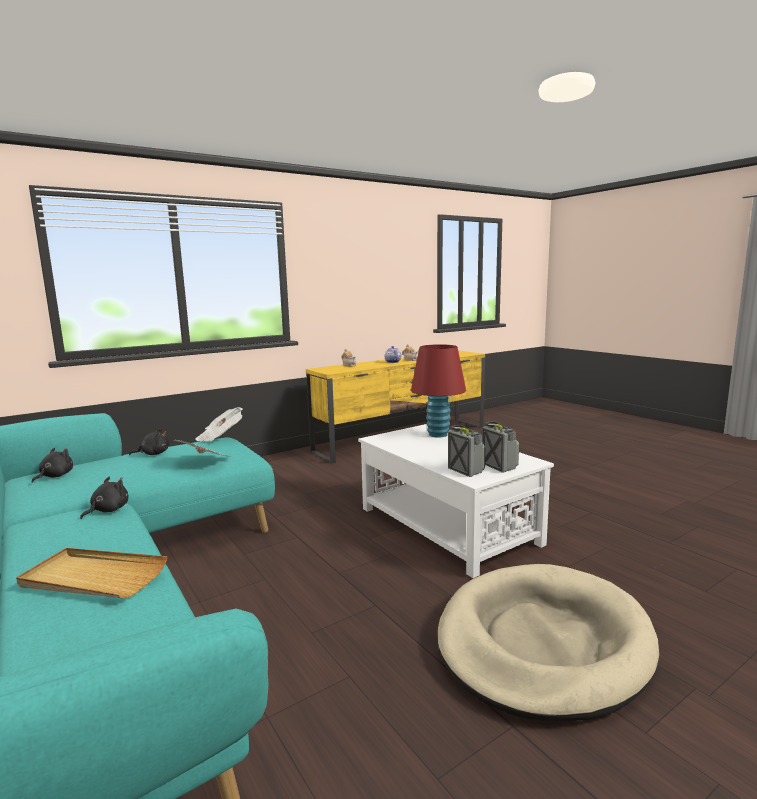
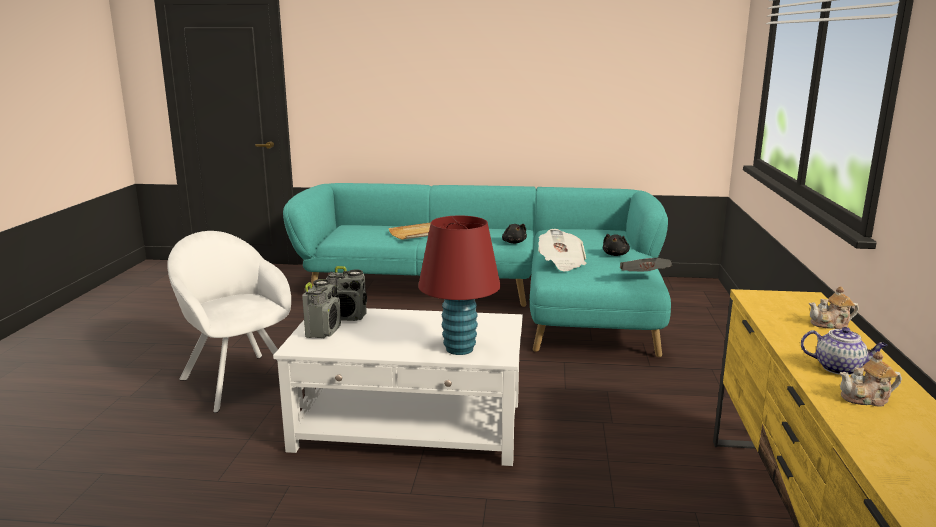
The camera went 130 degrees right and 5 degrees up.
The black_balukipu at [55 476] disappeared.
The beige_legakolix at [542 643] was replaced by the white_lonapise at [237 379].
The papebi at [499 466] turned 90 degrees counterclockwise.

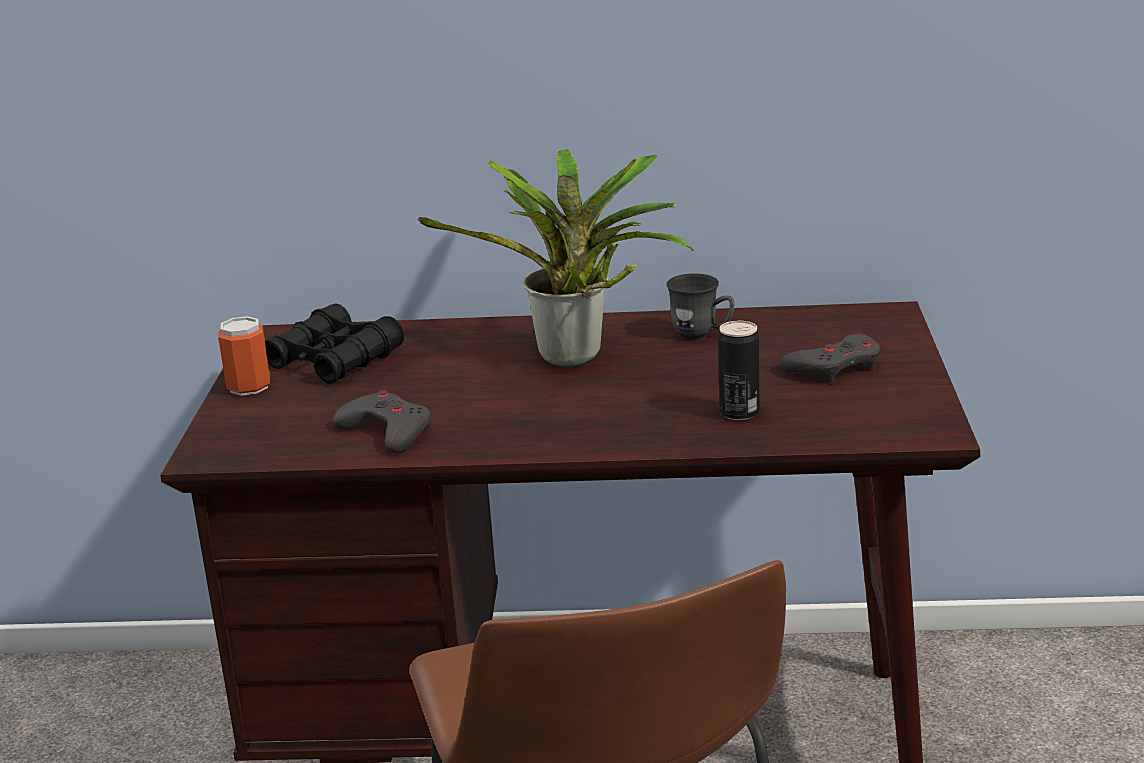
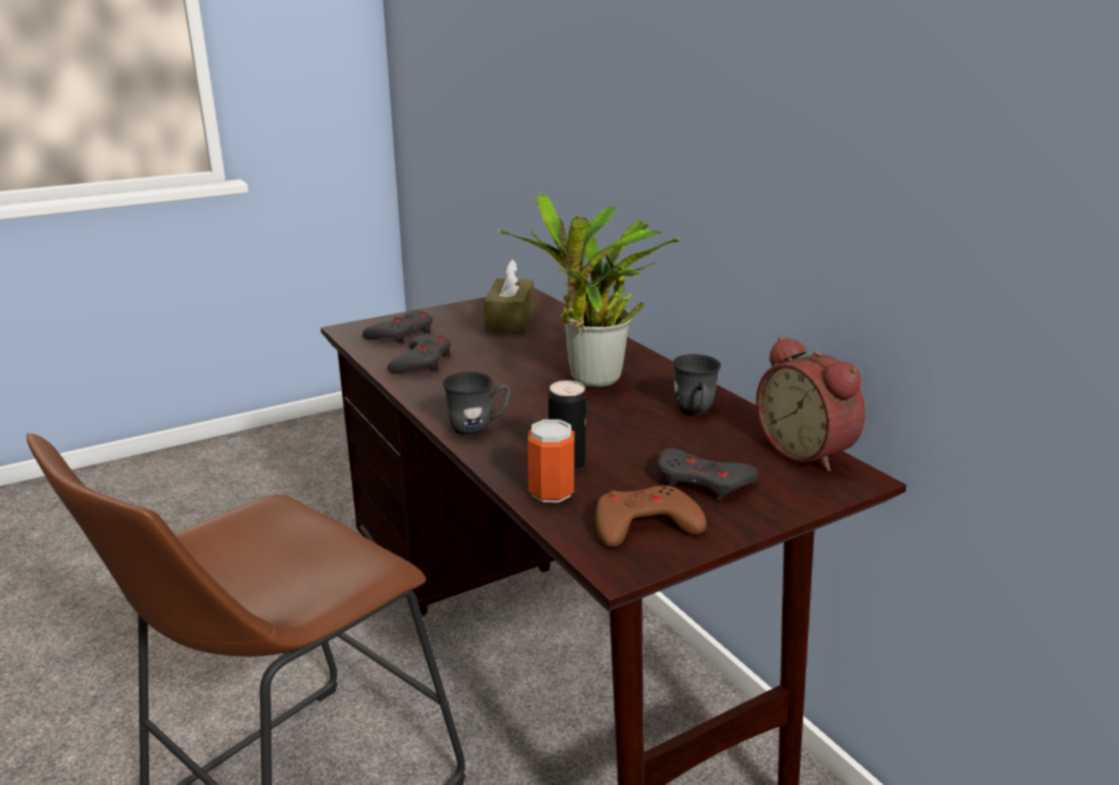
The camera went 55 degrees right and 0 degrees up.
The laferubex moved from [249 387] to [551 492].
The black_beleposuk at [334 360] was replaced by the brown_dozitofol at [510 320].
The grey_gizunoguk at [402 334] appeared.
The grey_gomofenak at [478 427] appeared.
The brown_gizunoguk at [644 525] appeared.
The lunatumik at [808 451] appeared.

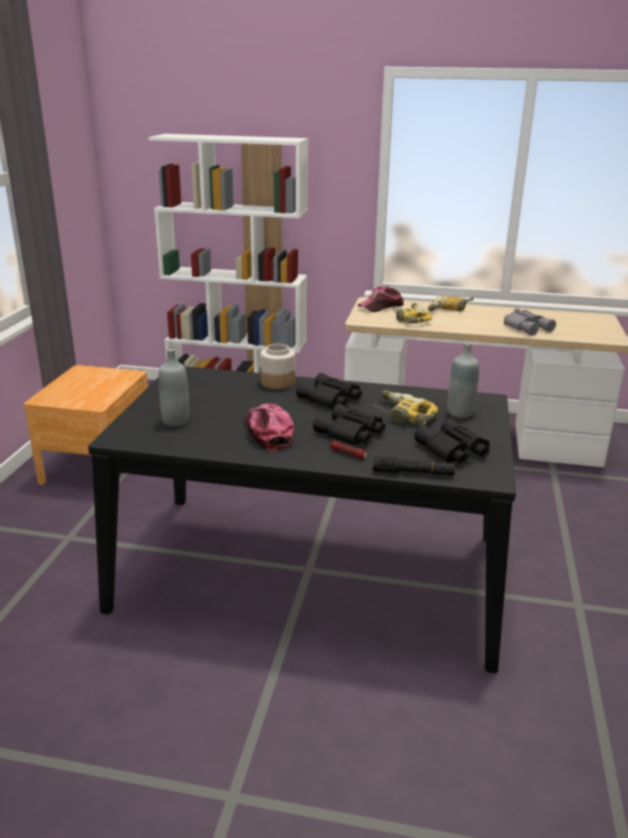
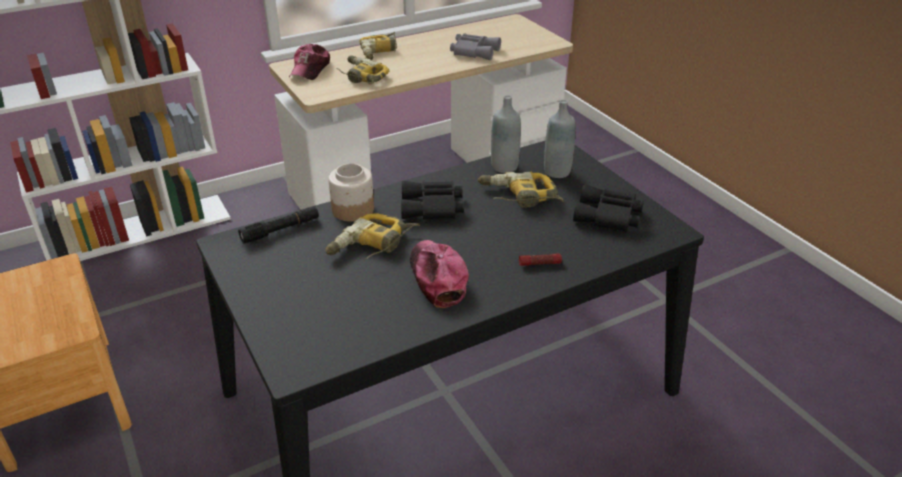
The camera went 40 degrees left and 10 degrees up.
The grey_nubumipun moved from [176 421] to [504 167].
The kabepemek at [267 433] turned 45 degrees clockwise.
The black_beleposuk at [350 434] disappeared.
The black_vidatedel moved from [413 473] to [280 230].
The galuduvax at [372 246] appeared.

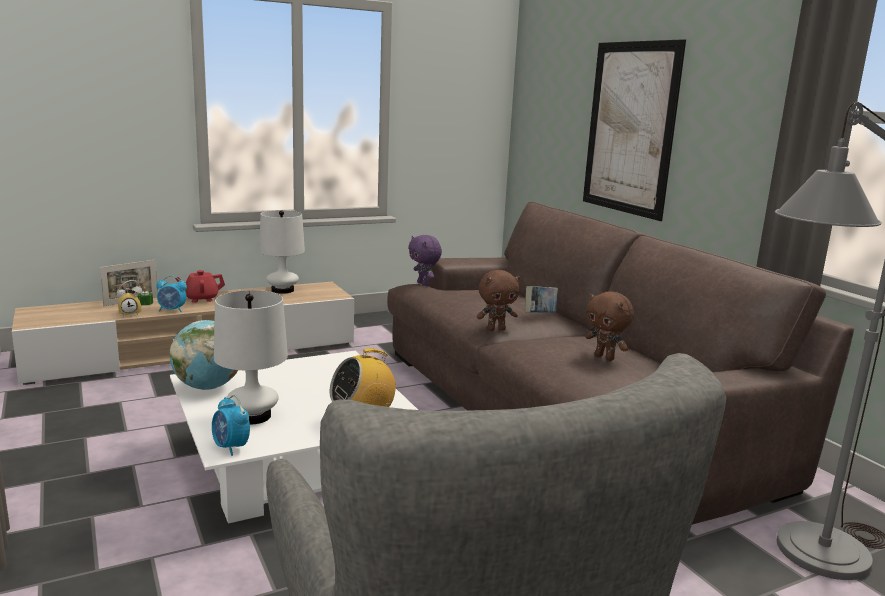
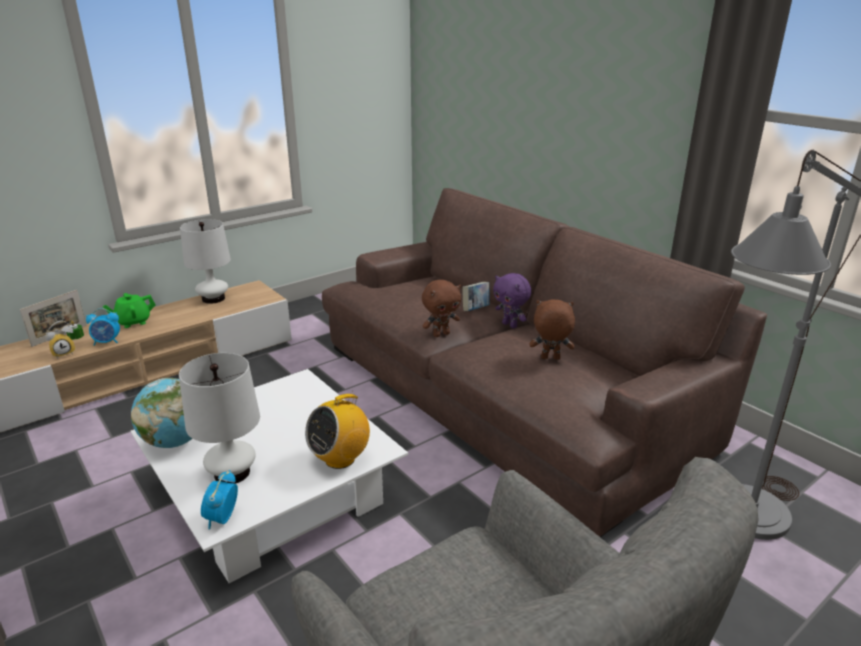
The camera went 10 degrees left and 10 degrees up.
The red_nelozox at [201 299] became the green_nelozox at [133 322].
The lunatumik at [231 447] turned 60 degrees clockwise.
The purple_balukipu moved from [423 284] to [510 325].
The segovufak at [630 128] disappeared.
The brown_balukipu at [605 357] turned 150 degrees clockwise.

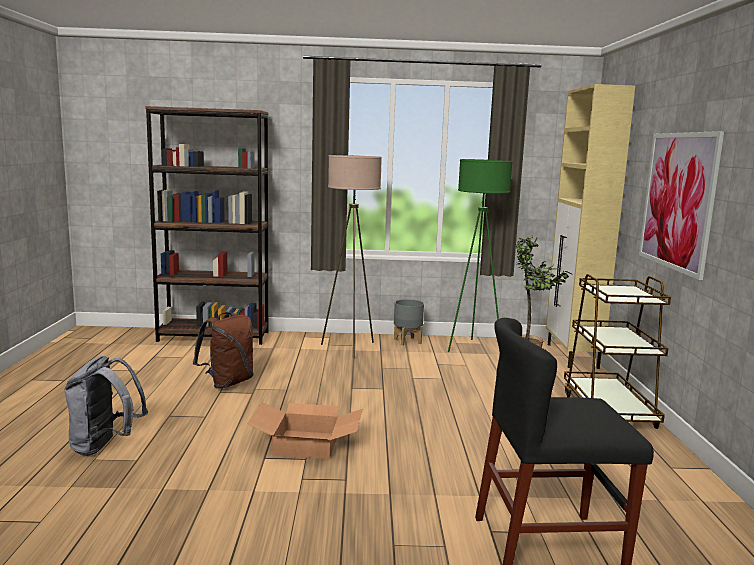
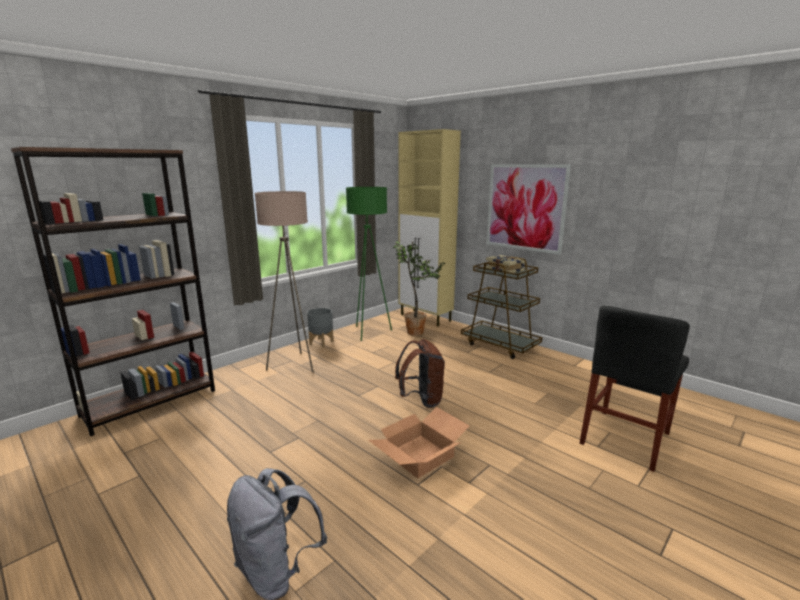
The camera went 45 degrees left and 5 degrees up.
The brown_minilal moved from [227 383] to [421 400].
The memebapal at [505 270] appeared.

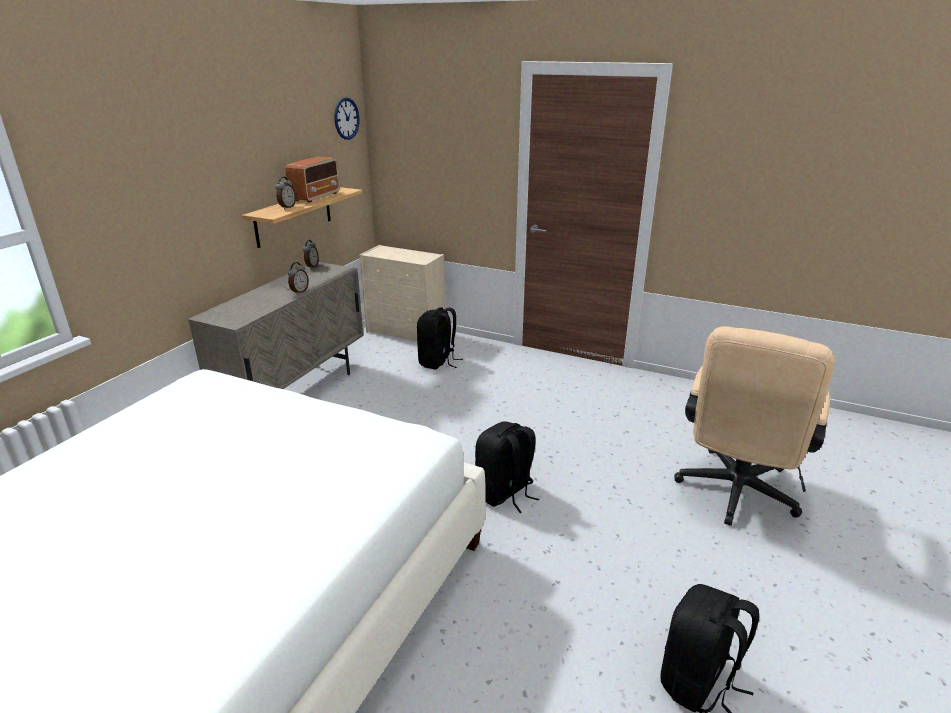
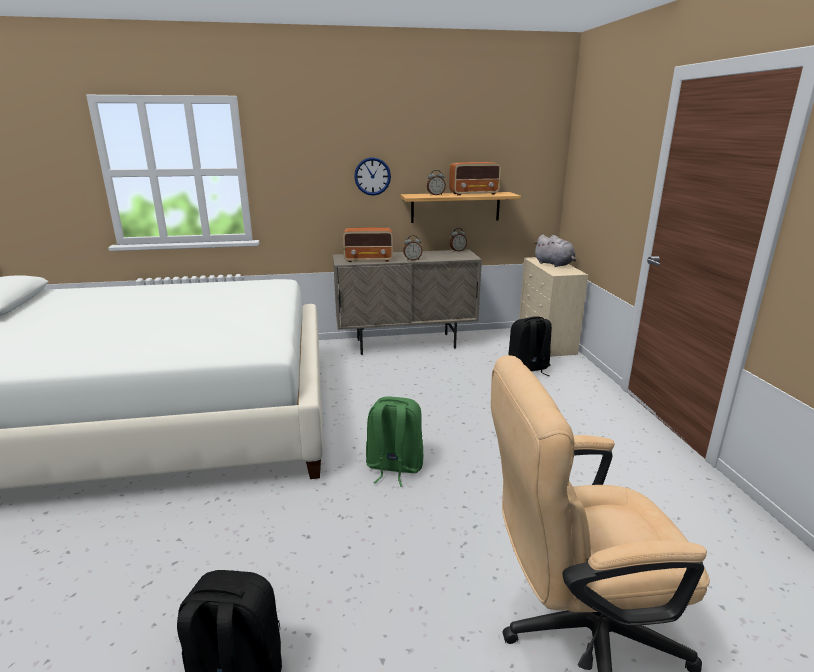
The camera went 55 degrees right and 5 degrees down.
The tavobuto moved from [346 118] to [372 176].
The black_minilal at [505 493] became the green_minilal at [394 467].
The papebi at [369 260] appeared.
The grey_balukipu at [554 264] appeared.

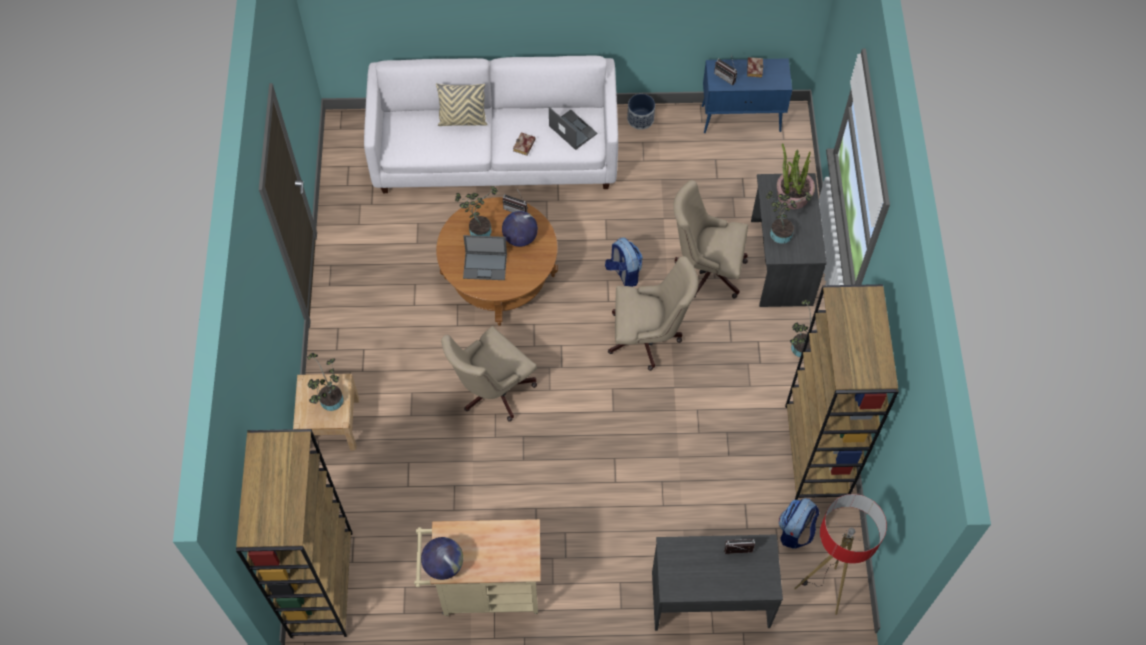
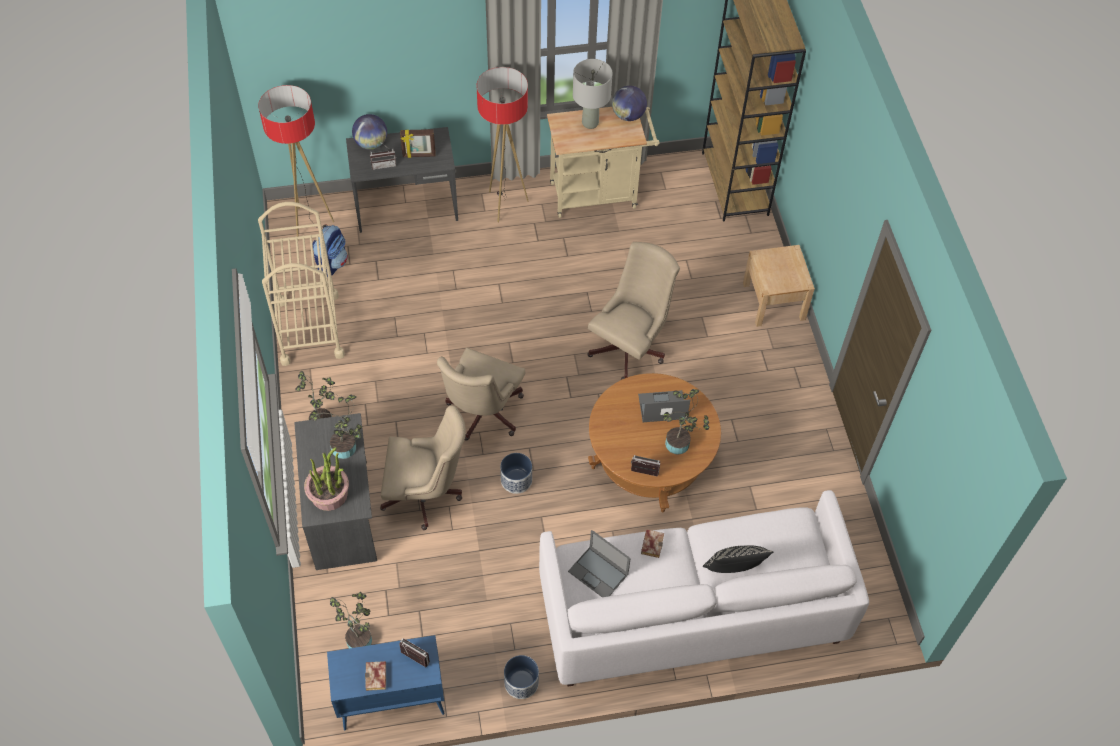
The camera went 170 degrees right and 5 degrees down.
The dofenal moved from [330 403] to [360 638].
The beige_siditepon at [462 120] became the black_siditepon at [733 569].
The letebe moved from [520 238] to [371 144].
The minilal at [623 273] was replaced by the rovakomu at [516 480].
The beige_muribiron at [648 338] turned 60 degrees counterclockwise.
The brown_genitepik at [817 452] was replaced by the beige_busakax at [310 328].
The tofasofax at [419 155] appeared.
The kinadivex at [505 204] appeared.
The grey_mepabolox at [590 123] appeared.

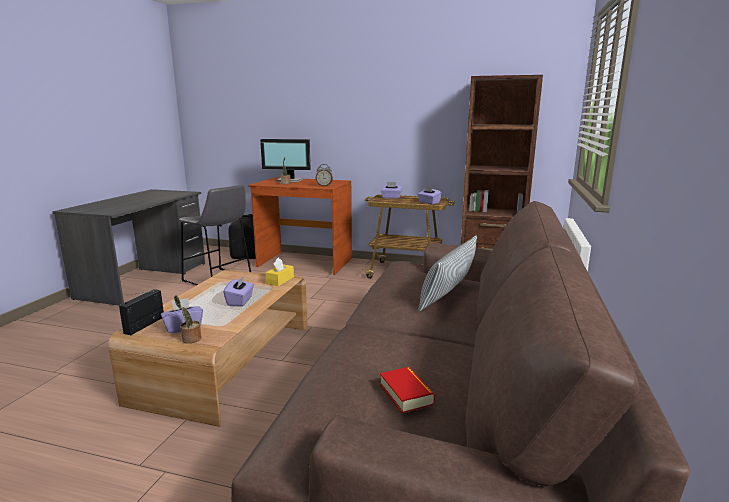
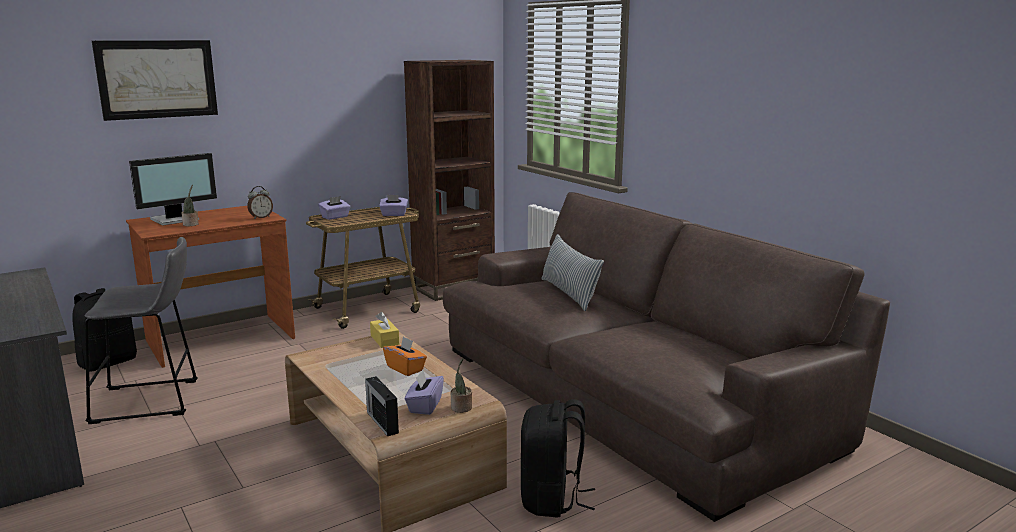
The camera went 50 degrees left and 0 degrees up.
The purple_dozitofol at [240 301] became the orange_dozitofol at [405 369].
The memebapal at [406 394] disappeared.
The segovufak at [157 79] appeared.
The black_minilal at [552 499] appeared.

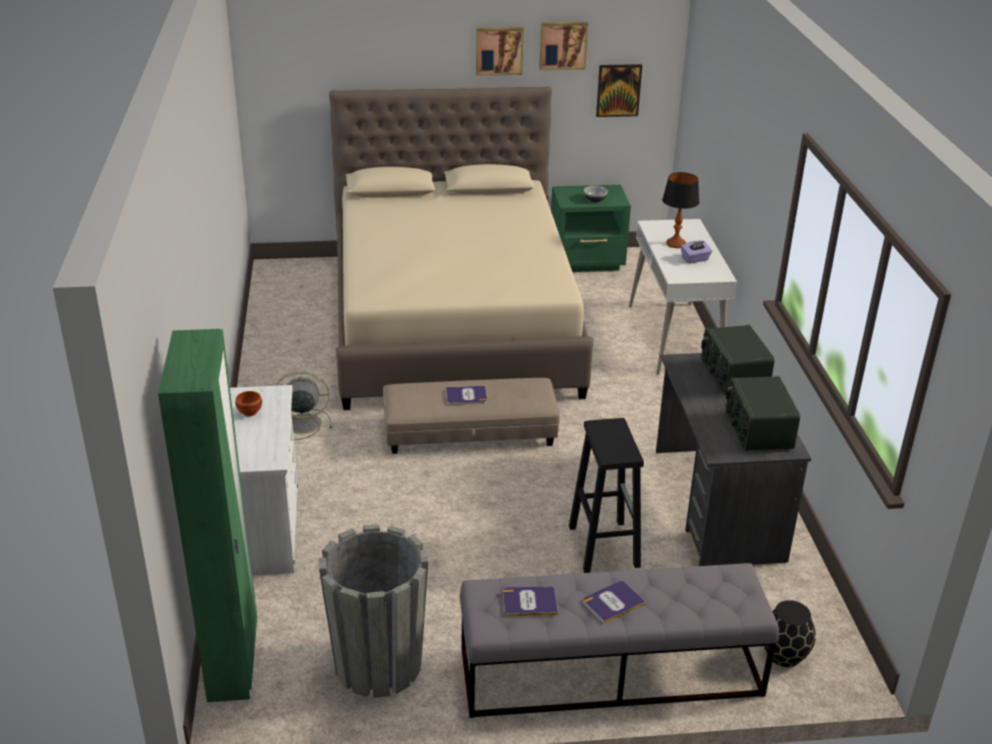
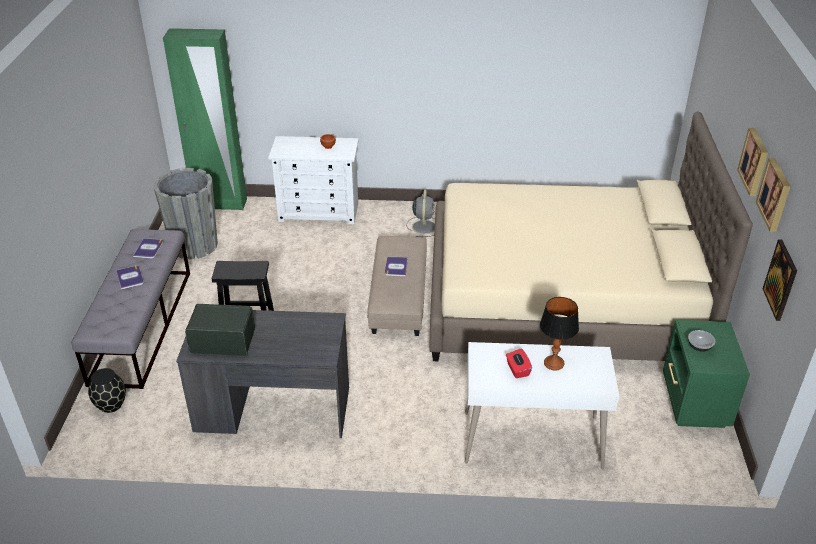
The camera went 100 degrees right and 5 degrees up.
The purple_dozitofol at [695 259] became the red_dozitofol at [517 370].
The papebi at [733 375] disappeared.

